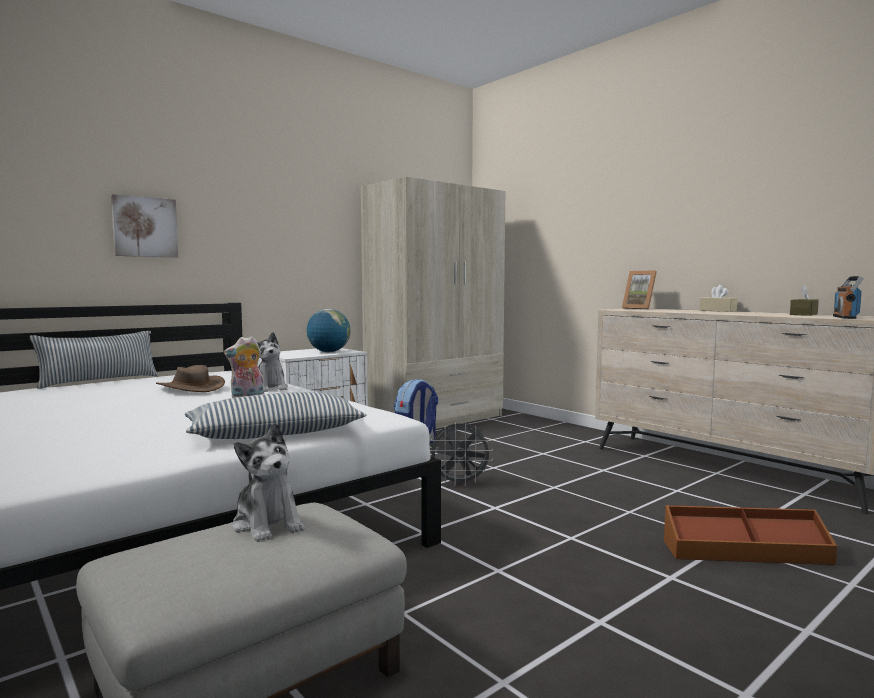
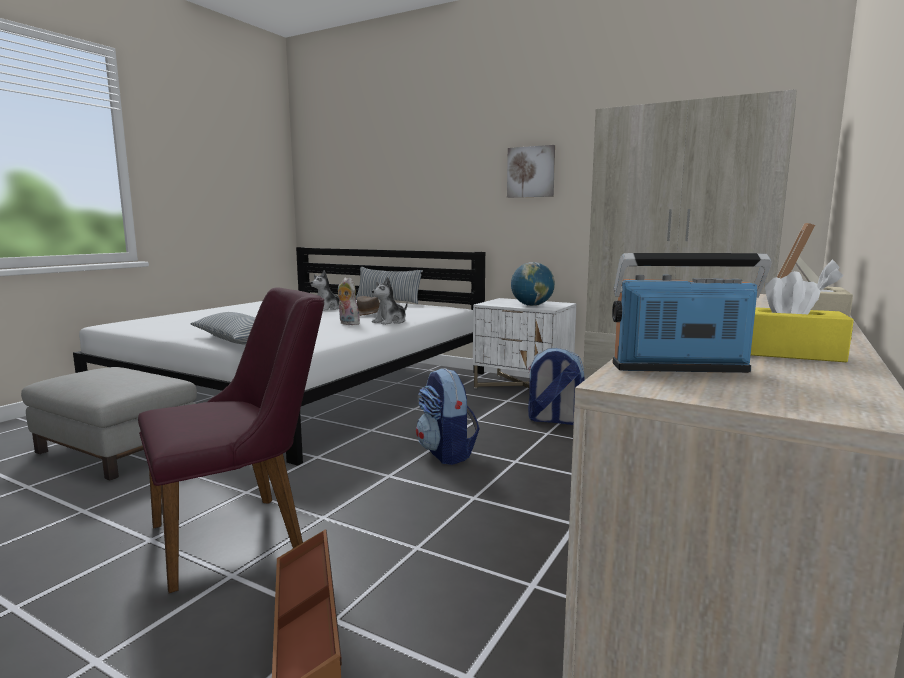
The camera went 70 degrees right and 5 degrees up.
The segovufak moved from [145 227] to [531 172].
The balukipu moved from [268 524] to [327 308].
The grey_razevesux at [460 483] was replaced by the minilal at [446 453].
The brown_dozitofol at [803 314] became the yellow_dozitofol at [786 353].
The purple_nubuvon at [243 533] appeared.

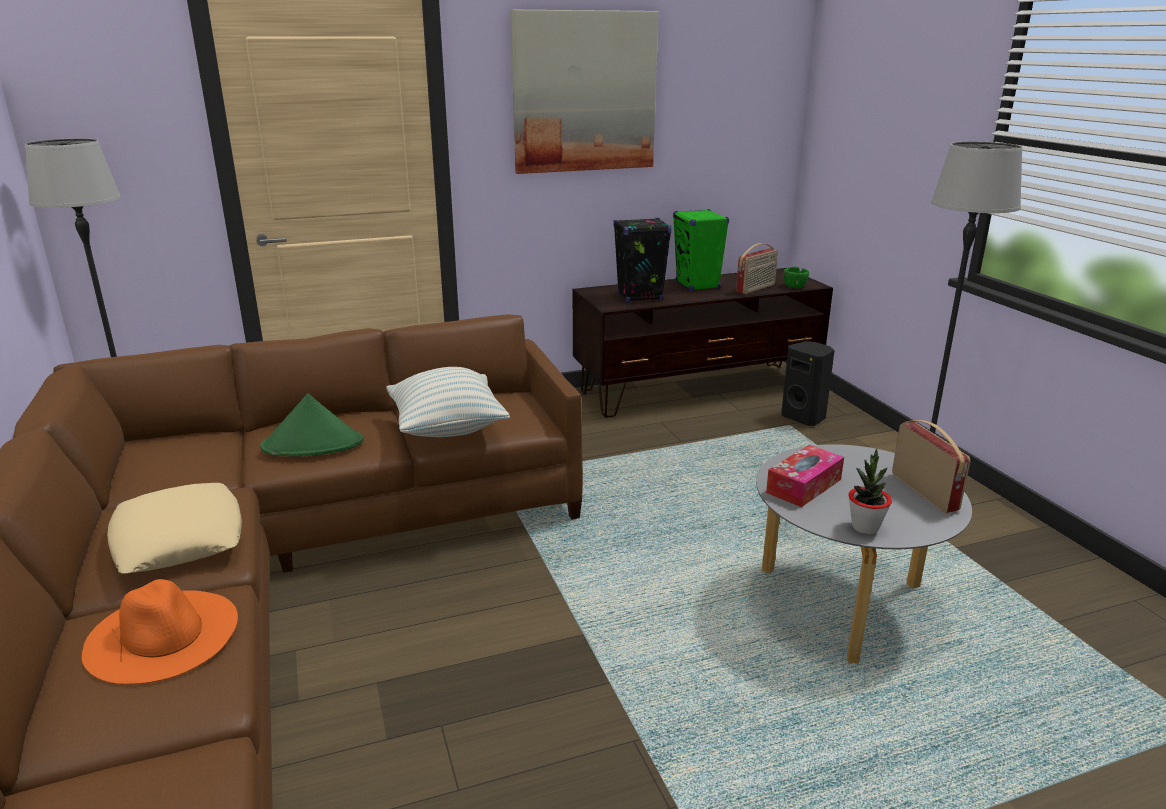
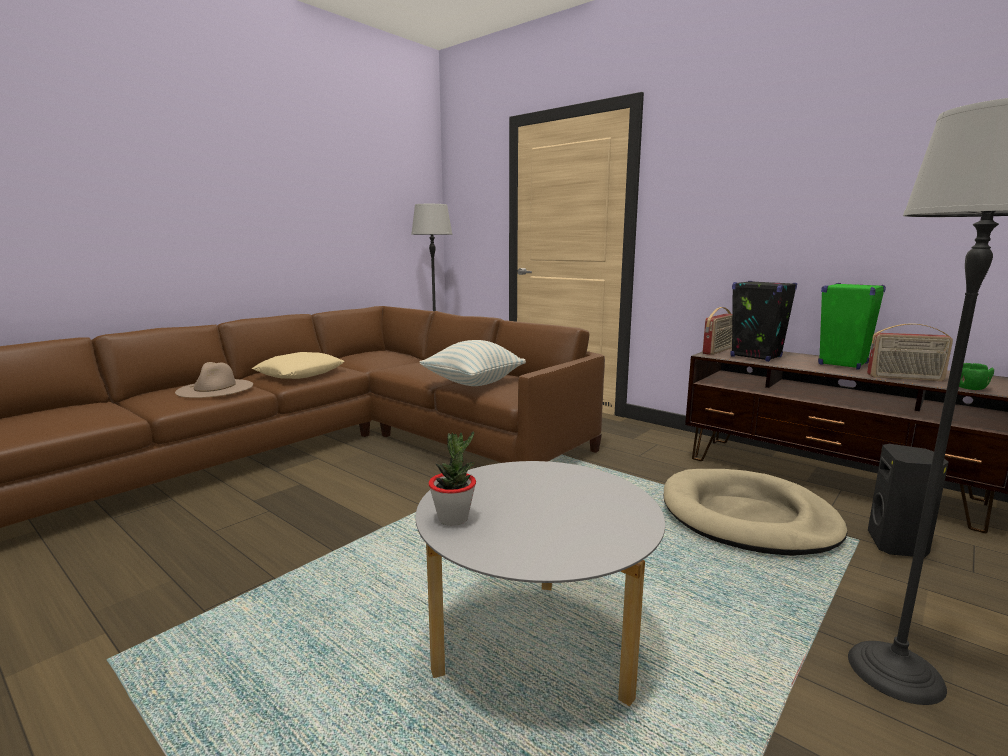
The camera went 60 degrees right and 10 degrees down.
The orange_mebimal at [162 634] became the beige_mebimal at [215 388].
The green_mebimal at [313 444] disappeared.
The segovufak at [584 92] disappeared.
The dozitofol at [804 486] disappeared.
The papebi moved from [925 492] to [718 351].
The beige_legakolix at [747 517] appeared.

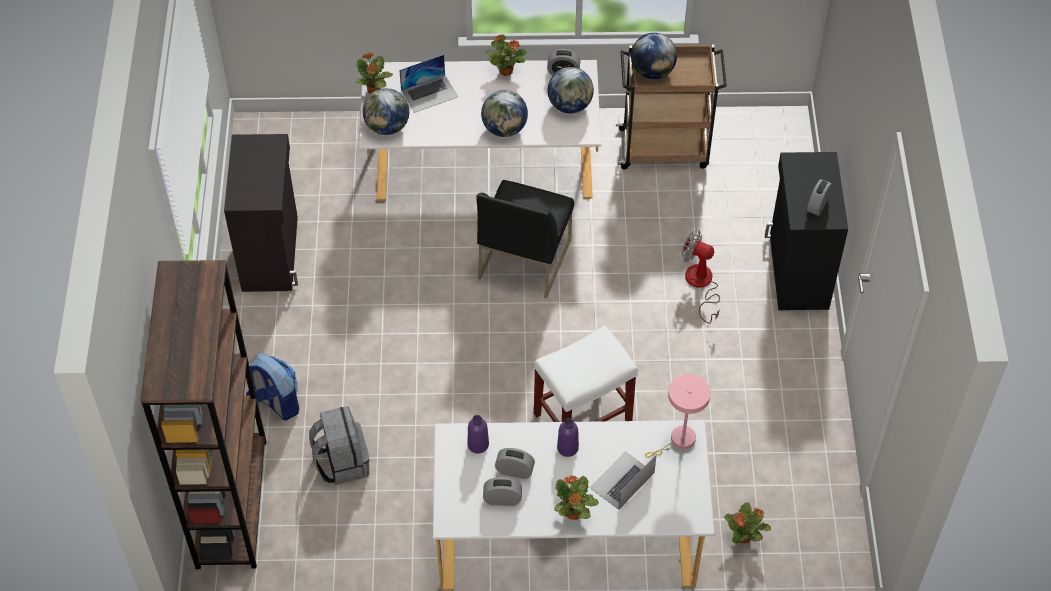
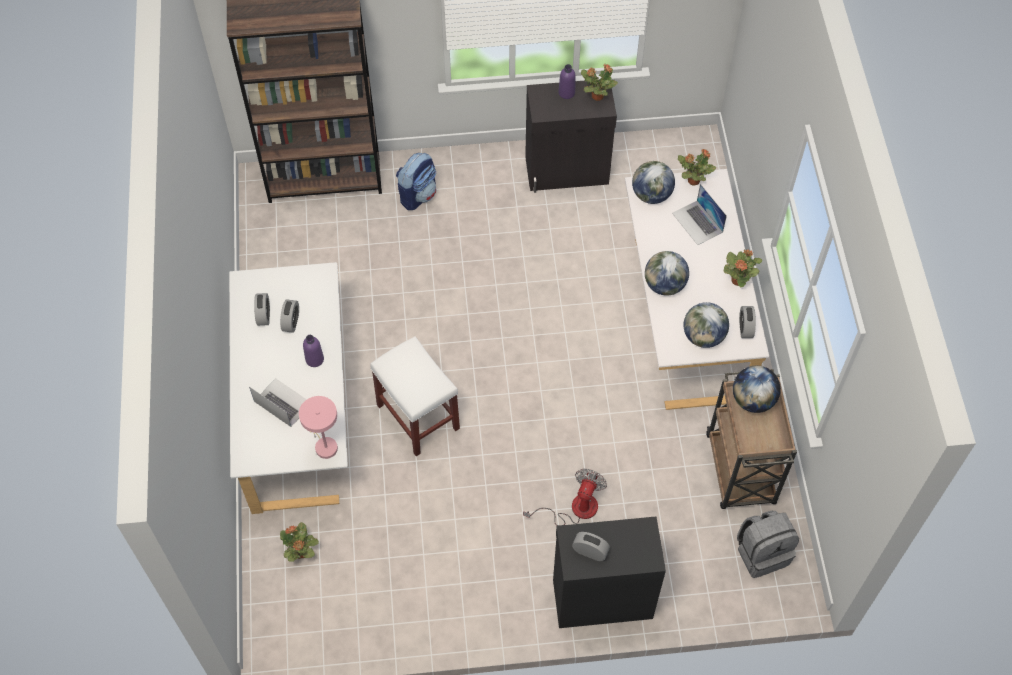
The camera went 85 degrees right and 5 degrees up.
The grey_minilal moved from [341 462] to [762 552].
The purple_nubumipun moved from [478 444] to [566 93].
The black_nubuvon at [524 258] disappeared.
The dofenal moved from [573 514] to [597 96].

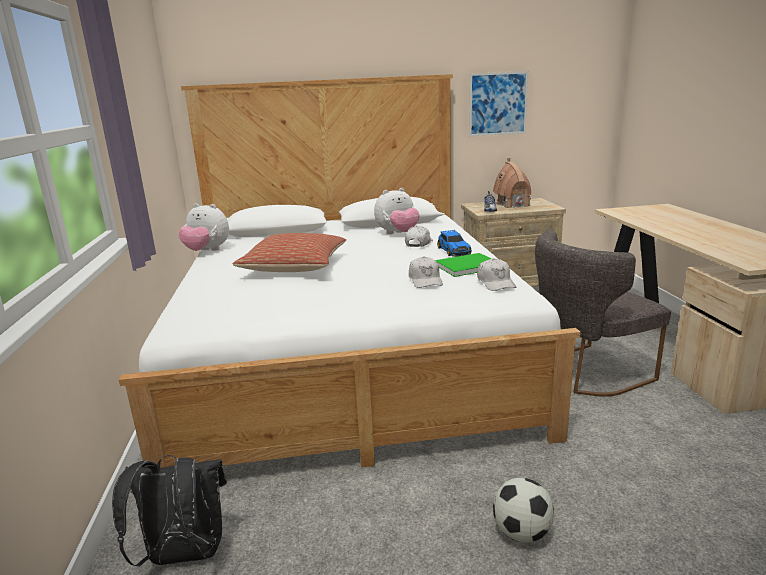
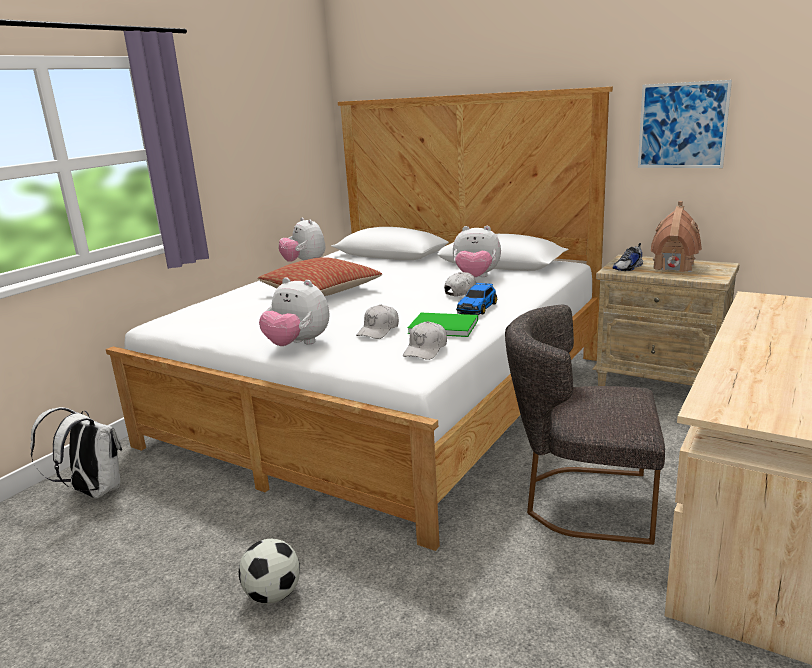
The camera went 40 degrees right and 0 degrees up.
The black_minilal at [184 556] became the white_minilal at [93 492].
The balukipu at [298 345] appeared.

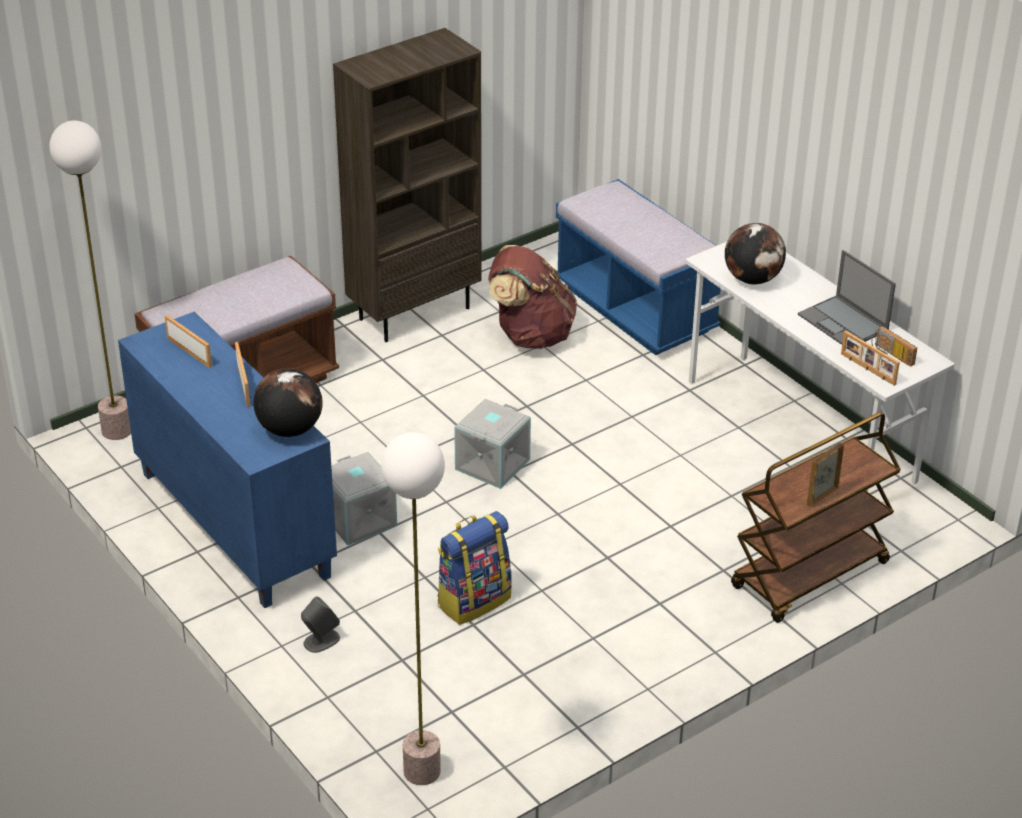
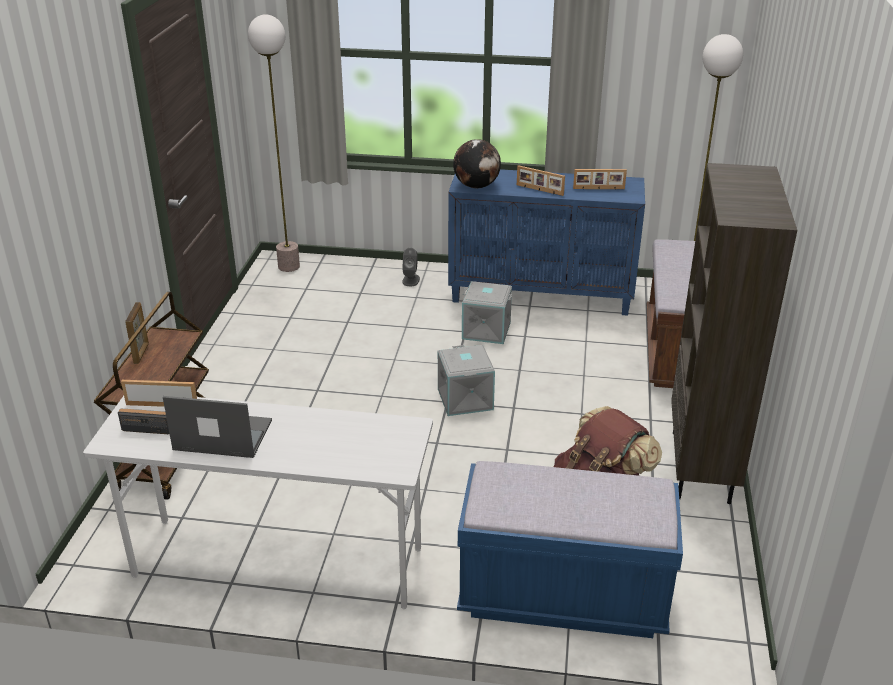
The camera went 135 degrees right and 5 degrees down.
The minilal at [473 600] disappeared.
The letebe at [752 279] disappeared.

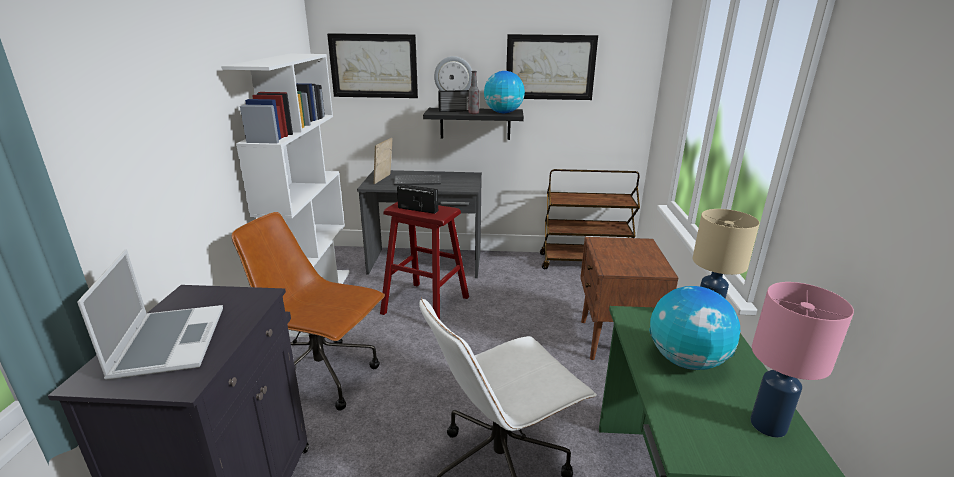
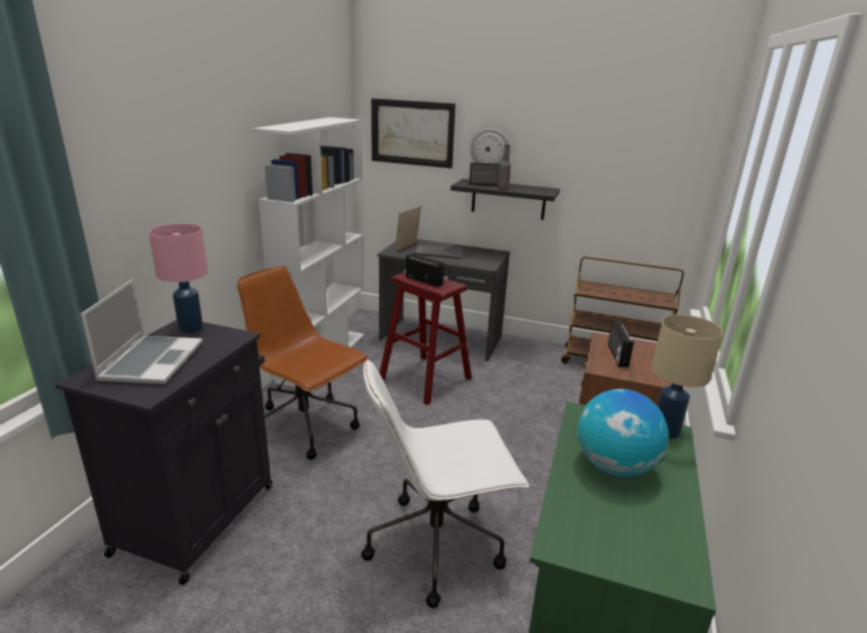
The camera went 15 degrees right and 0 degrees up.
The letebe at [503 113] disappeared.
The segovufak at [550 67] disappeared.
The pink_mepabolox moved from [767 425] to [190 328].
The papebi at [616 355] appeared.

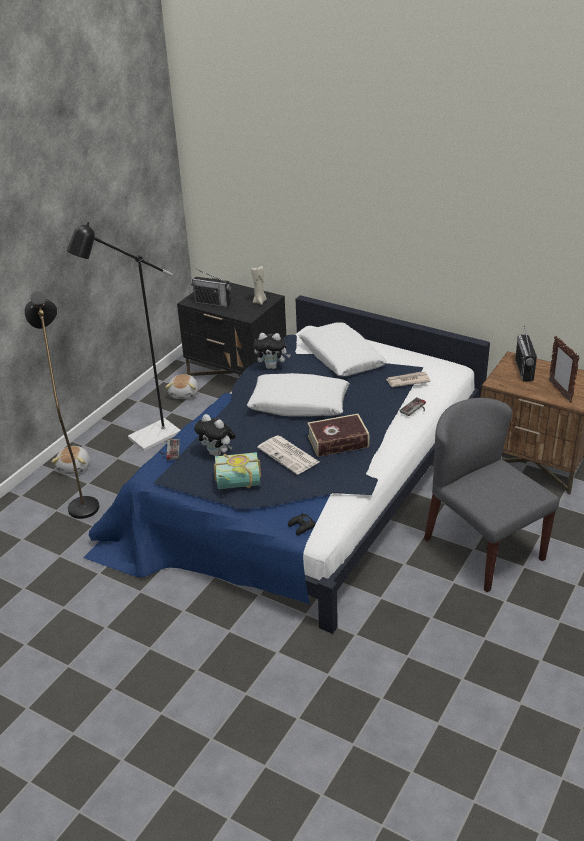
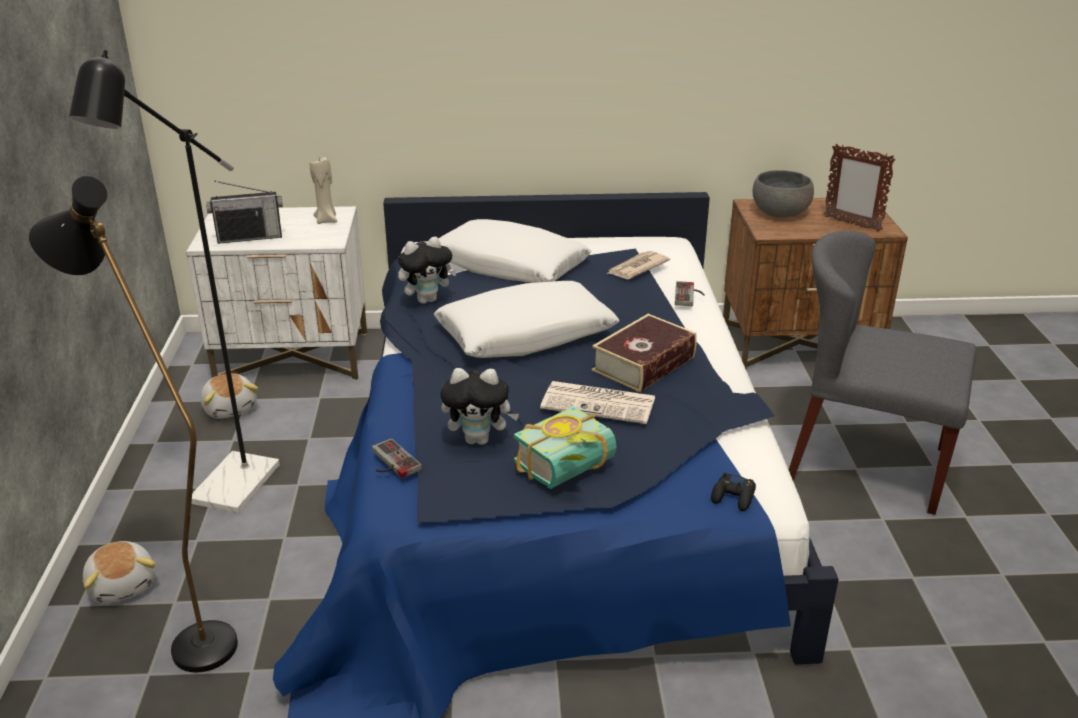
The camera went 35 degrees left and 5 degrees down.
The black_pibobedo at [237 374] became the white_pibobedo at [294 357].
The papebi at [524 370] was replaced by the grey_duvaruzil at [780 213].

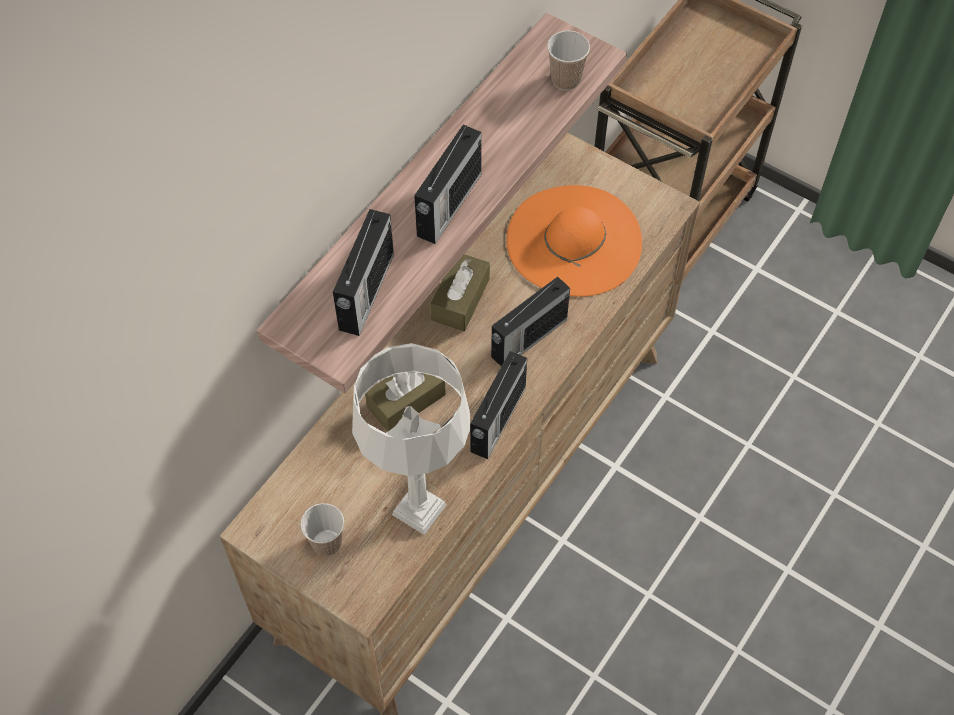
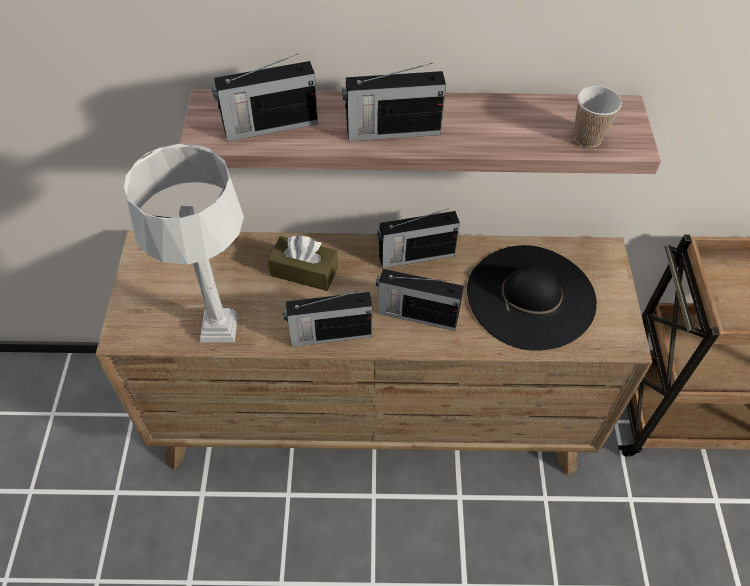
The camera went 55 degrees right and 5 degrees down.
The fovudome at [327 543] disappeared.
The brown_dozitofol at [460 299] was replaced by the papebi at [415 256].
The orange_mebimal at [574 240] became the black_mebimal at [530 296].

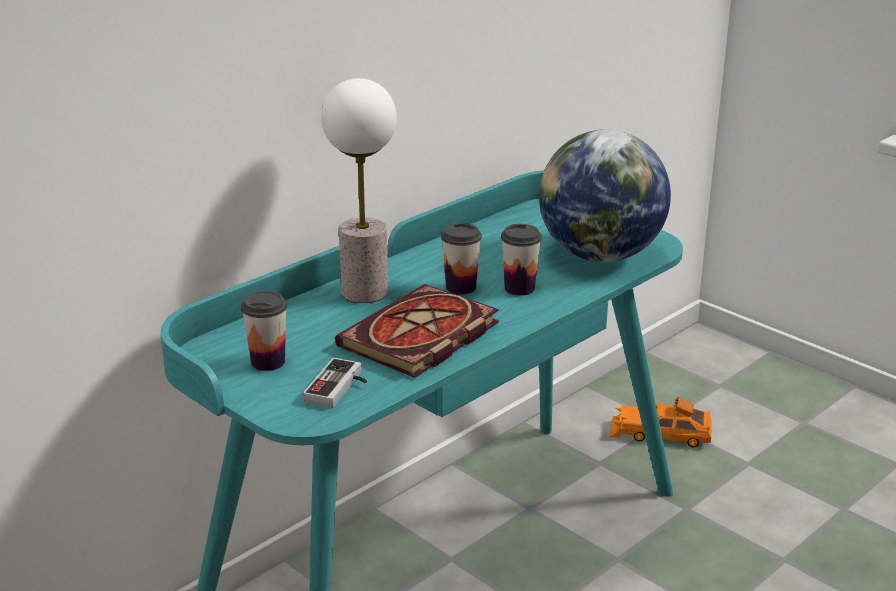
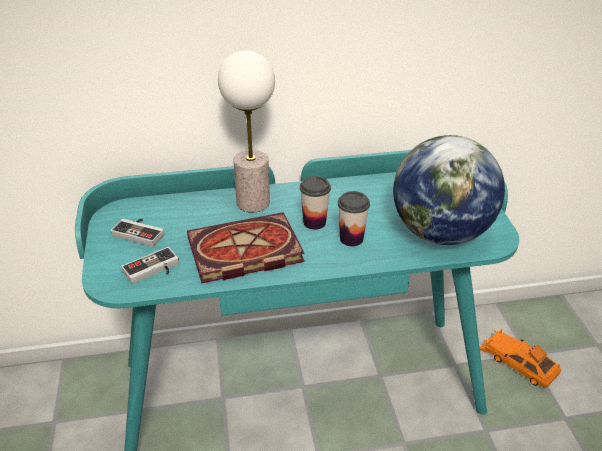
The camera went 35 degrees right and 10 degrees up.
The fovudome at [268 362] was replaced by the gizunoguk at [141 232].

